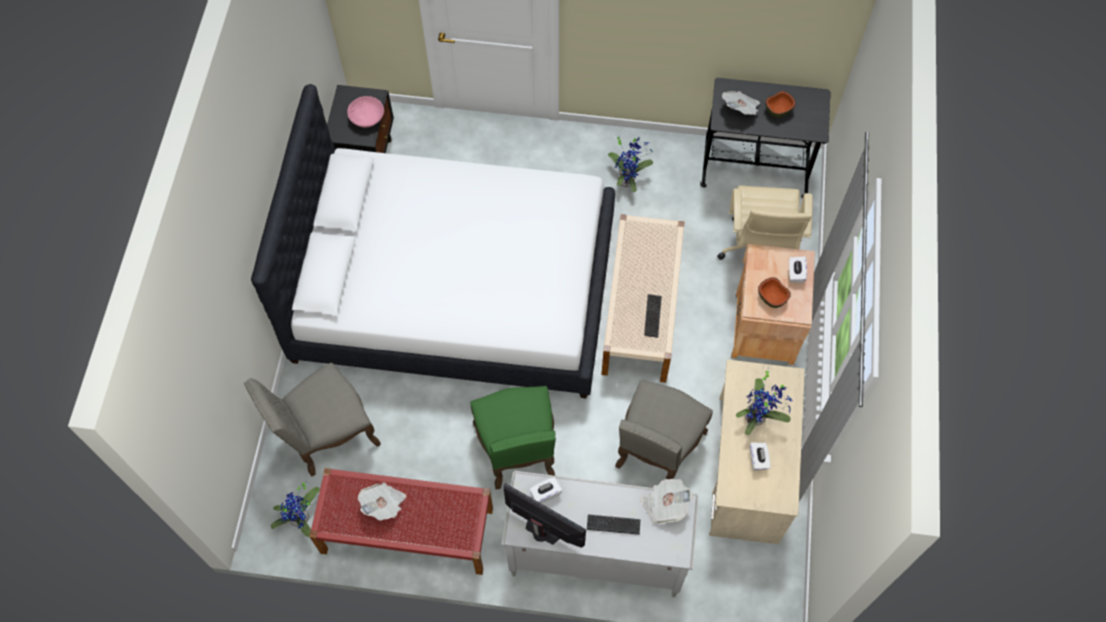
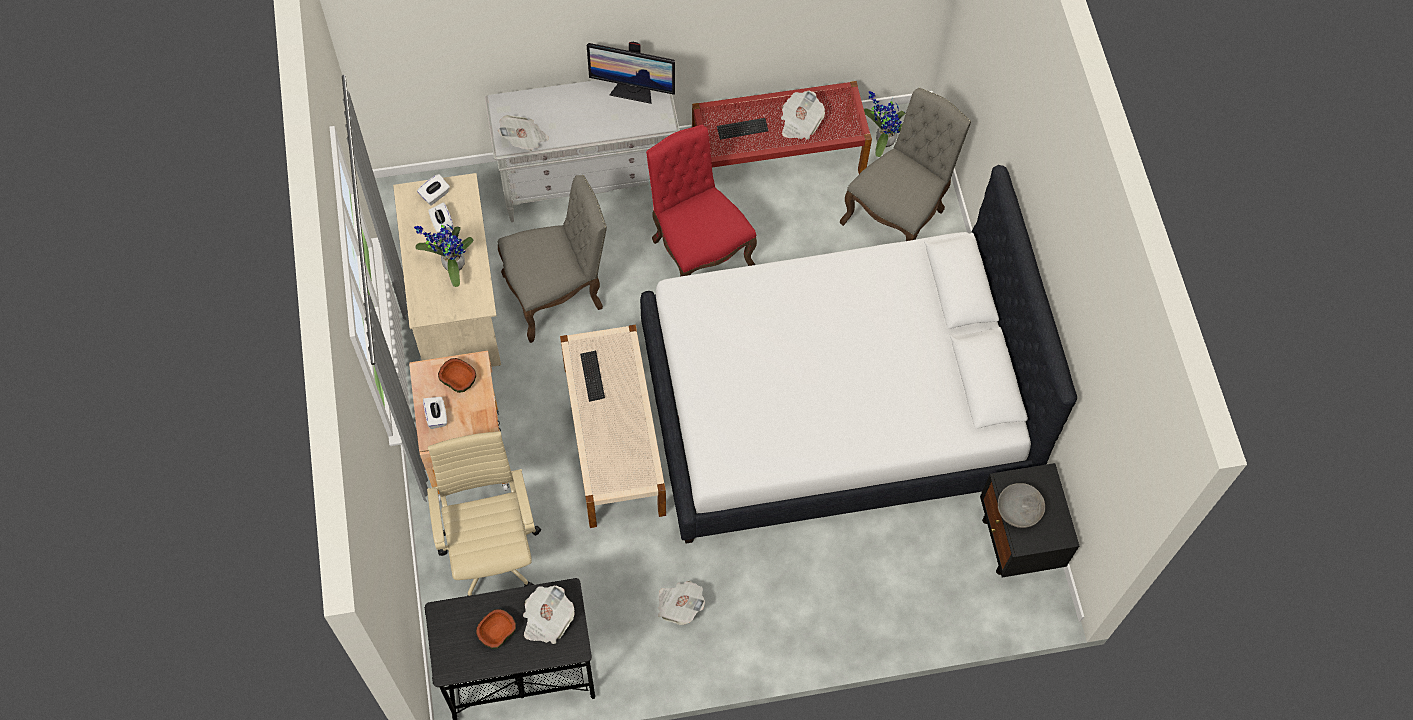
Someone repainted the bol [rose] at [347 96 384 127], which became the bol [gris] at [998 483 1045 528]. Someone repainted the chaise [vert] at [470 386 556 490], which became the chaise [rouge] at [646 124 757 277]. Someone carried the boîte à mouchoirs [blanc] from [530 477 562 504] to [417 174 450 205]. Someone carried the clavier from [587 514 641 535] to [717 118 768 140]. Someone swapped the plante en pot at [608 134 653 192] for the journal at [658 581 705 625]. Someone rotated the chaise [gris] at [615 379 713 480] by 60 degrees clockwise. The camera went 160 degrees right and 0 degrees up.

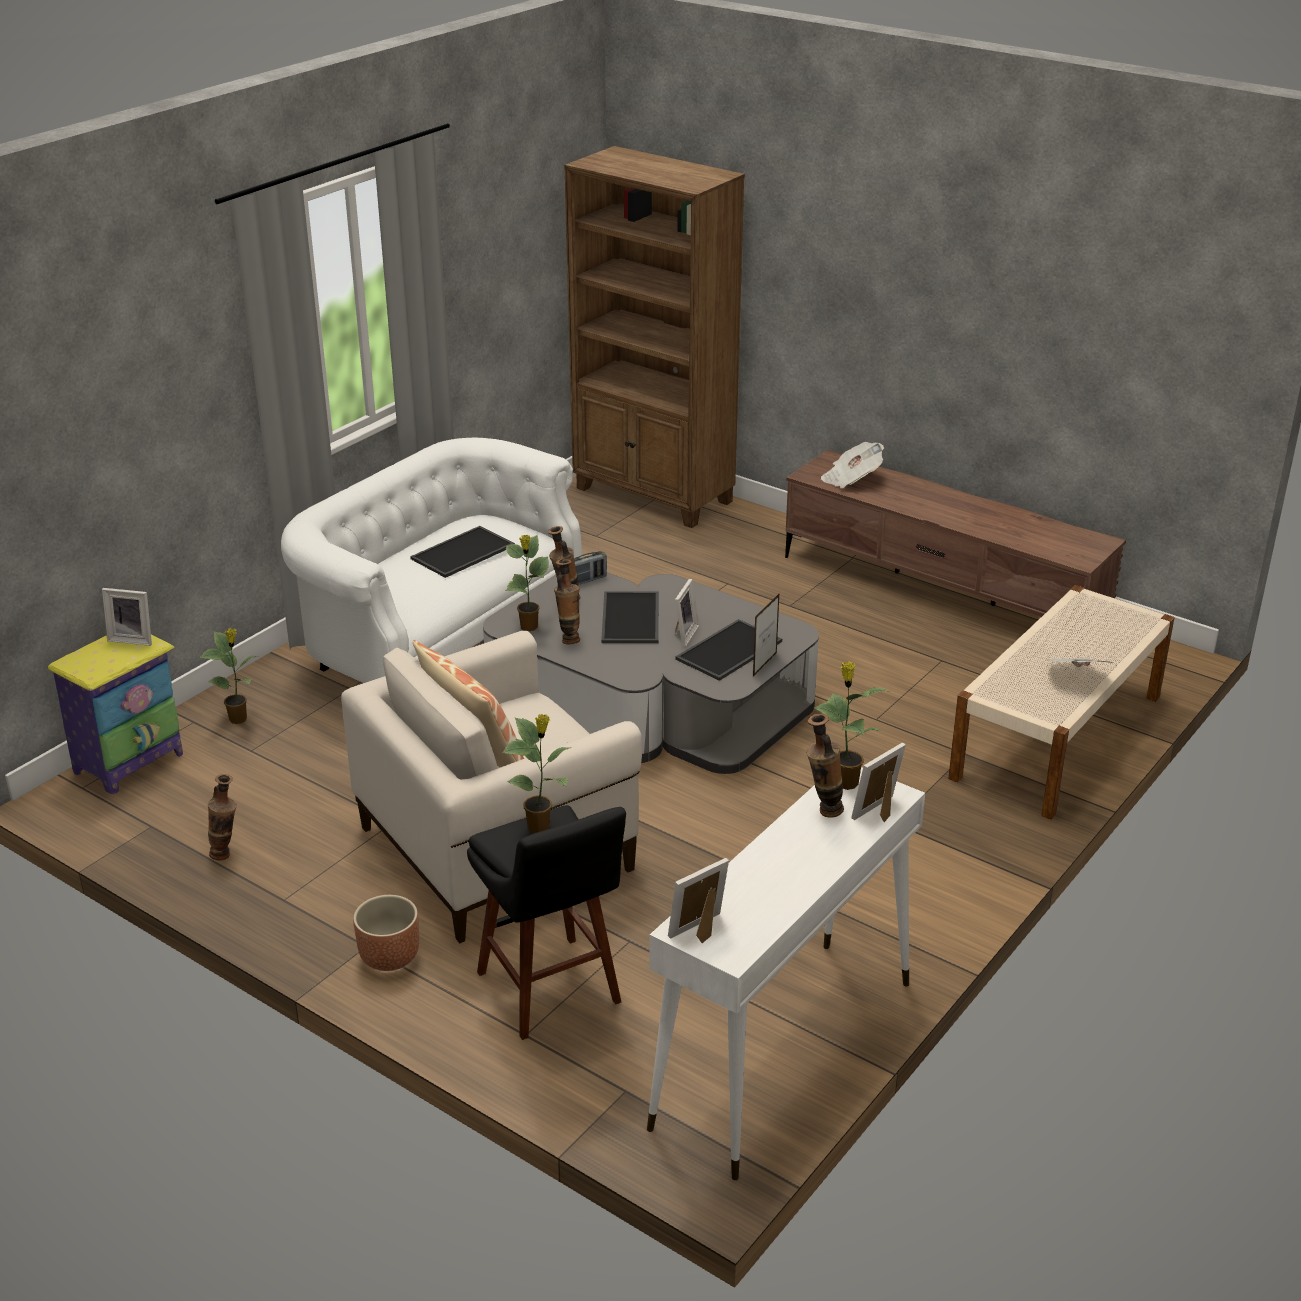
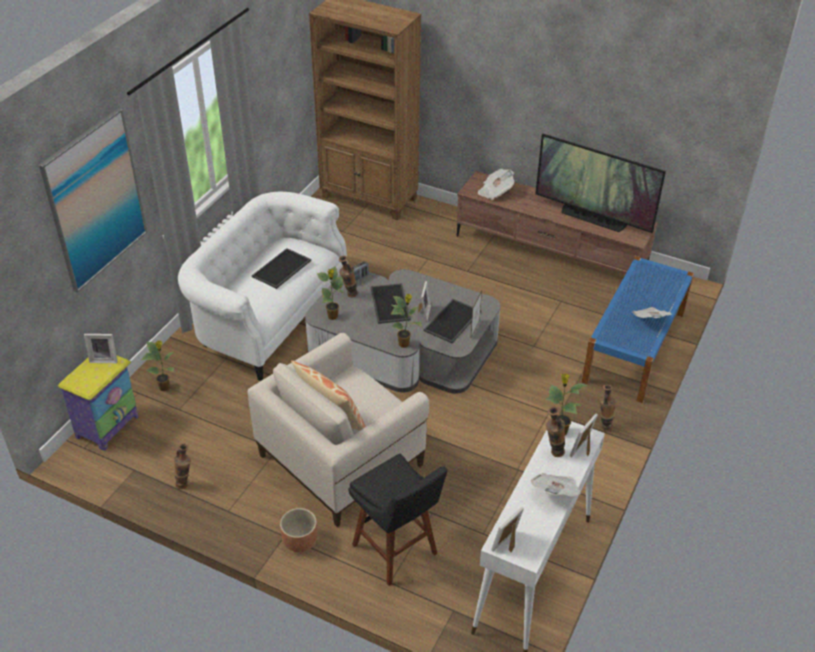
Someone carried the plante en pot from [502 714 572 833] to [390 294 422 348]. Someone carried the vase from [554 559 580 644] to [600 385 616 431]. Someone repainted the banc [beige] at [948 585 1175 820], which became the banc [bleu] at [582 256 694 403]. Someone put up the tableau at [39 108 147 293]. Someone put down the journal at [531 473 581 497]. Someone put down the téléviseur at [535 134 666 233]. The camera went 10 degrees left and 10 degrees up.

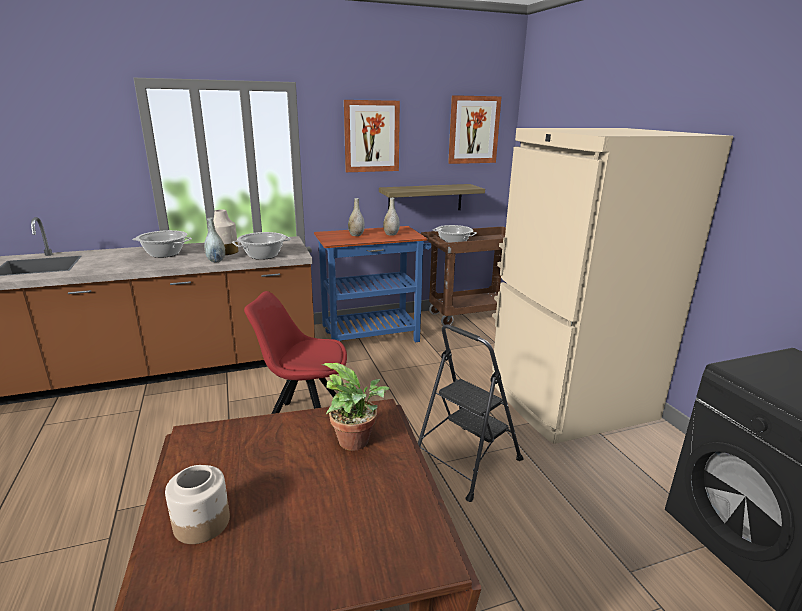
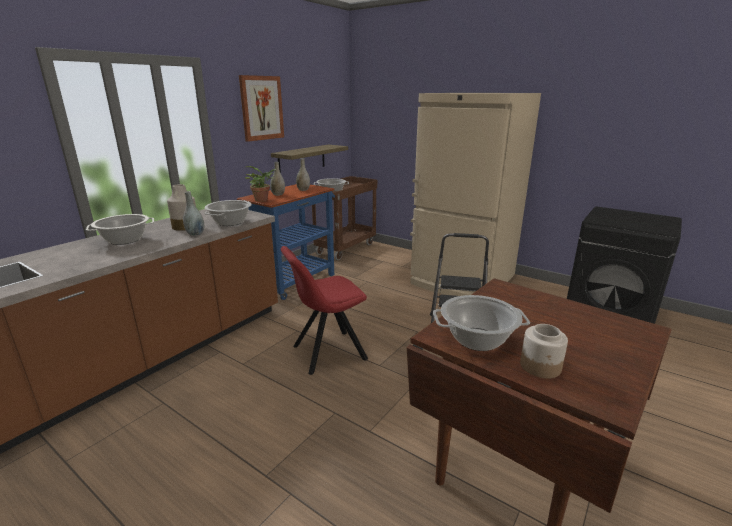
Someone carried the plante en pot from [323 363 390 451] to [245 166 276 202]. Someone took away the tableau at [448 95 502 164]. Someone put down the marmite at [433 295 530 351]. The camera went 35 degrees left and 0 degrees up.

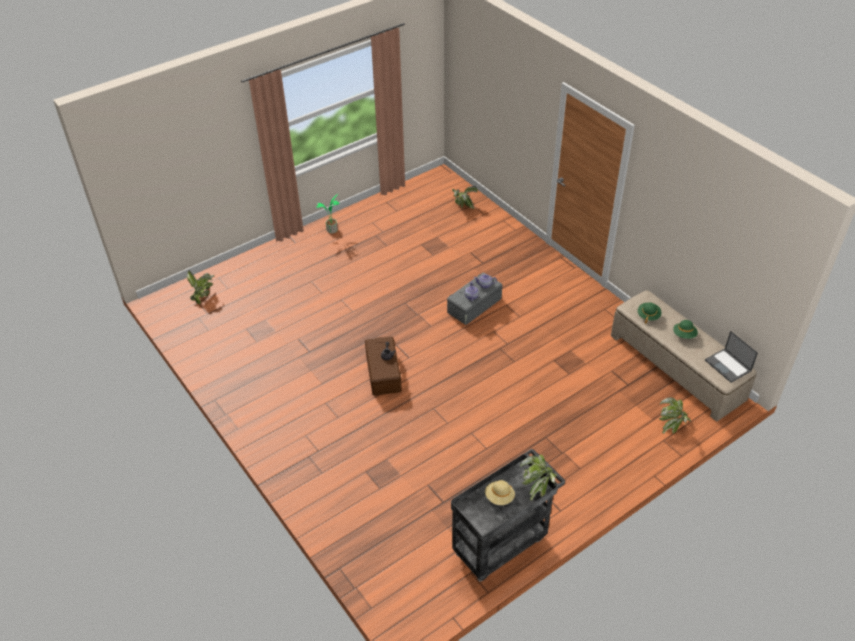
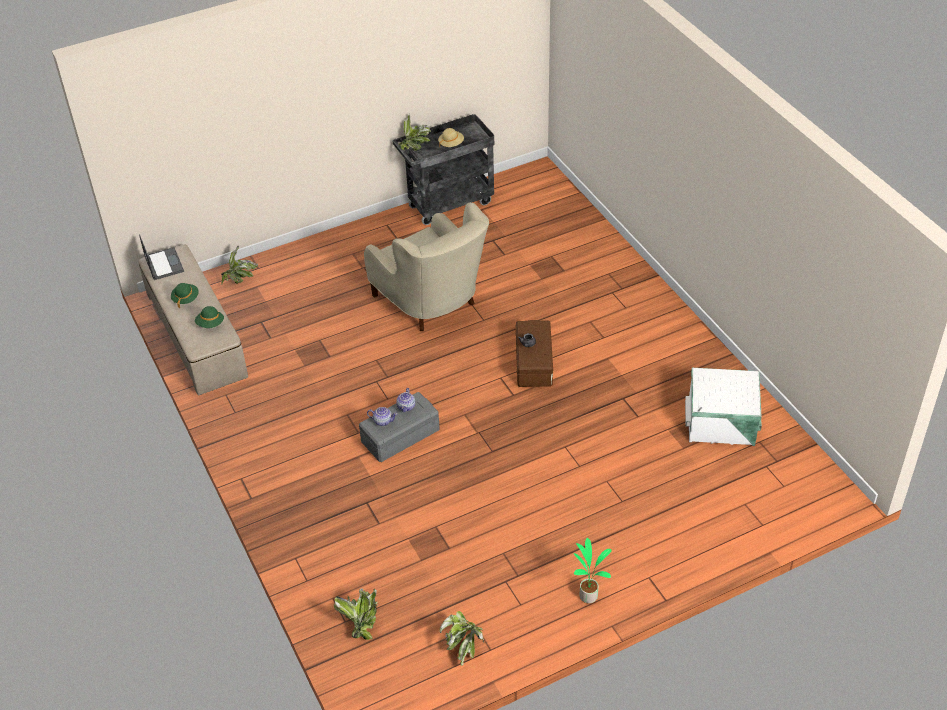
Someone carried the plante en pot from [187 270 215 304] to [440 611 484 666]. Someone put down the fauteuil [beige] at [364 202 489 331]. Someone put down the boîte de rangement [blanc] at [685 368 762 446]. The camera went 170 degrees left and 0 degrees up.

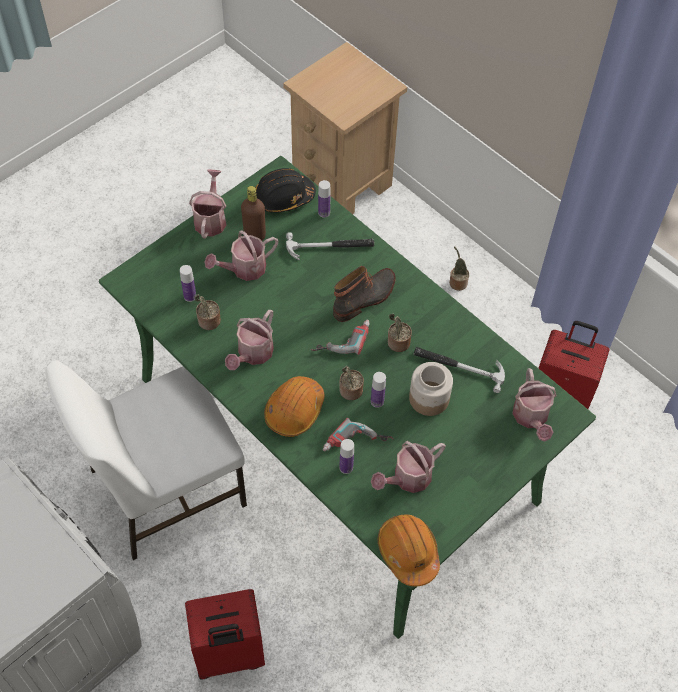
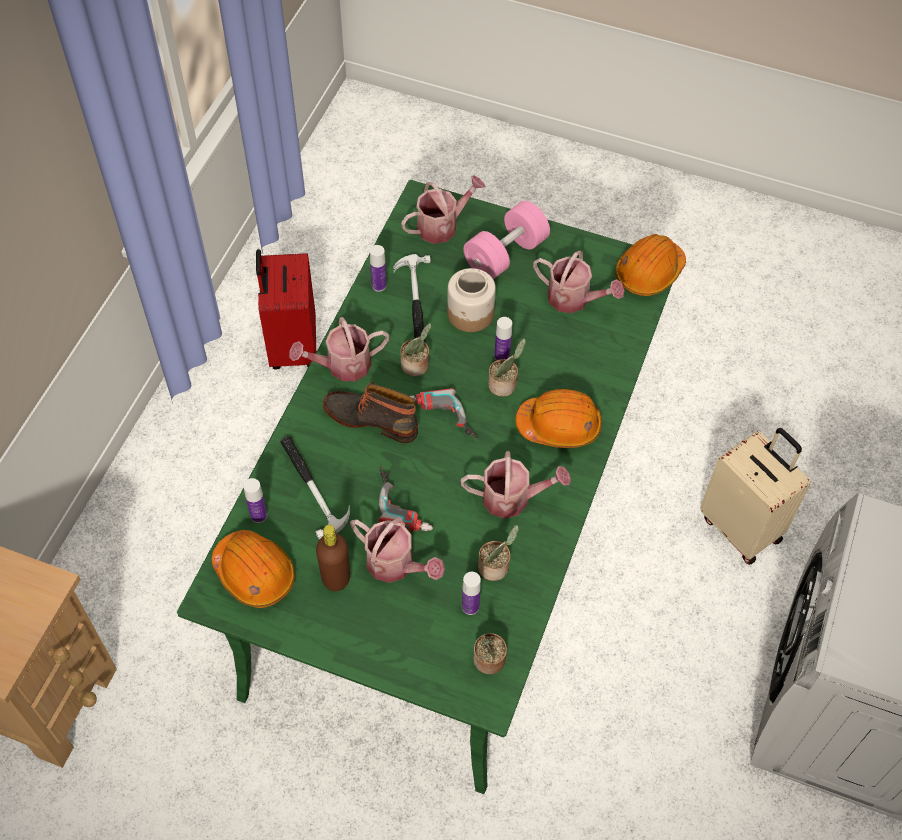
Someone took away the chaise [blanc] at [45 360 247 560]. Someone repainted the valise [rouge] at [185 589 265 679], which became the valise [beige] at [700 428 810 565]. Someone carried the arrosoir from [189 170 226 239] to [289 317 389 381]. Someone repainted the casque de chantier [noir] at [255 168 316 213], which became the casque de chantier [orange] at [212 530 295 608]. Someone carried the perceuse from [323 418 394 451] to [378 466 433 531]. Someone carried the bouteille from [339 439 354 474] to [370 245 387 292]. Someone carried the plante en pot from [450 246 469 291] to [474 633 507 674]. Someone put down the haltère [rose] at [464 201 550 279]. The camera went 115 degrees left and 0 degrees up.

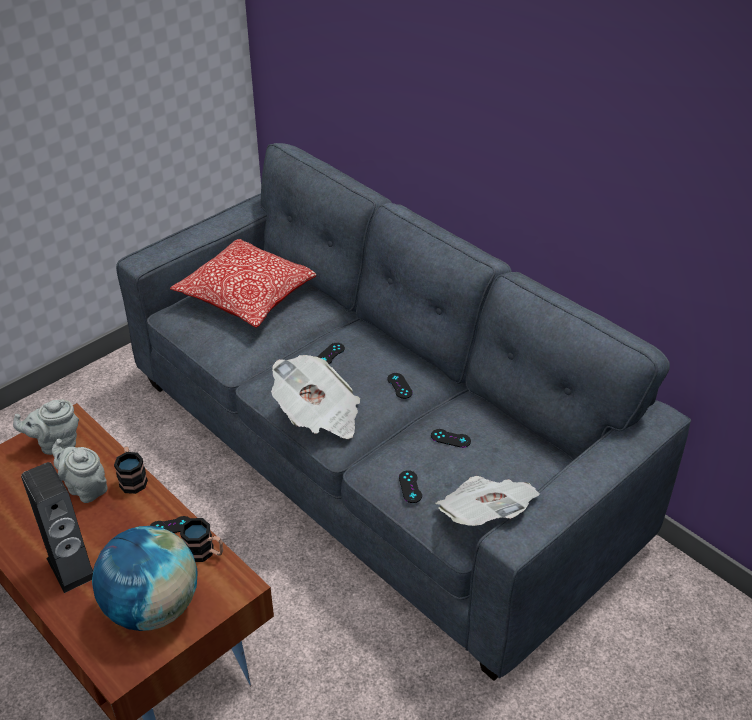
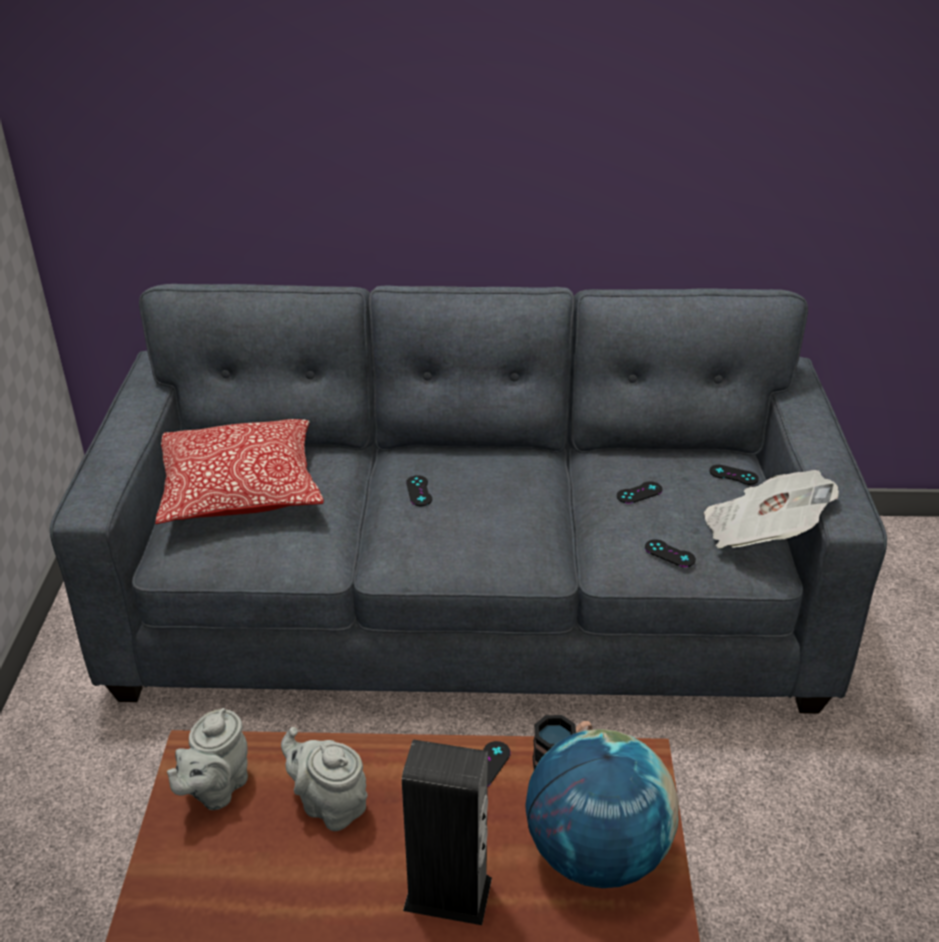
Someone rotated the théière [gris] at [52 439 107 503] by 45 degrees clockwise. Someone took away the mug at [114 446 148 494]. Someone took away the journal at [271 355 360 439]. Someone carried the manette [noir] from [387 373 413 399] to [709 465 759 485]. The camera went 45 degrees left and 5 degrees down.

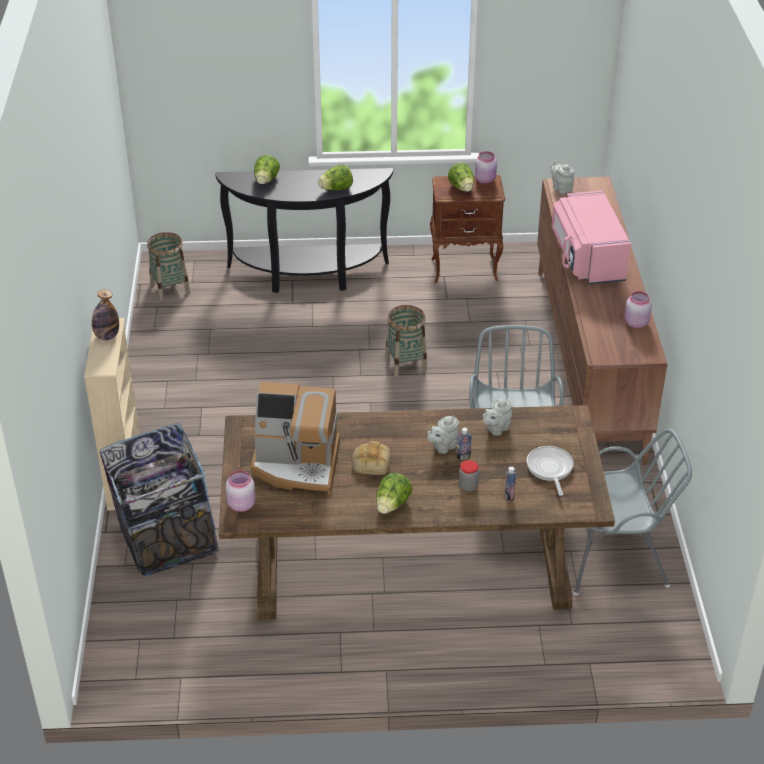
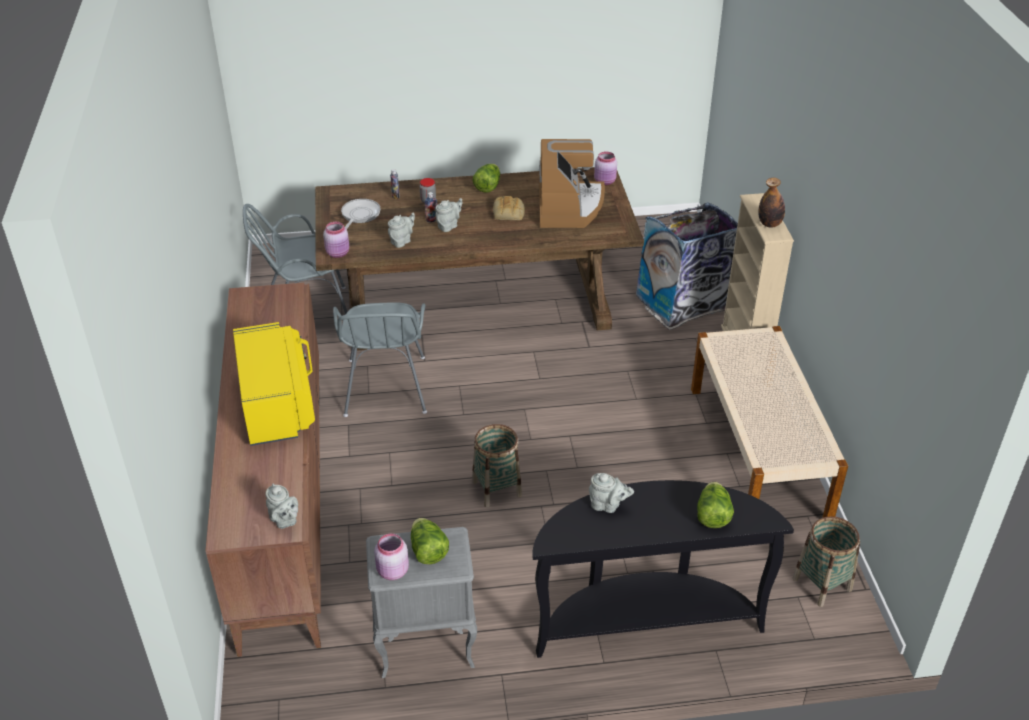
Someone rotated the machine à café at [251 382 340 495] by 90 degrees clockwise. Someone swapped the laitue at [318 165 353 190] for the théière [gris] at [589 473 634 513]. Someone repainted the table de chevet [marron] at [430 175 505 283], which became the table de chevet [gris] at [366 527 477 678]. Someone rotated the poêle at [527 446 574 496] by 150 degrees counterclockwise. Someone repainted the micro-ondes [rose] at [552 190 631 284], which became the micro-ondes [jaune] at [233 322 315 446]. Someone carried the bocal [rose] from [624 291 652 328] to [323 222 349 258]. Someone put down the banc [beige] at [691 326 848 518]. The camera went 175 degrees right and 0 degrees up.

